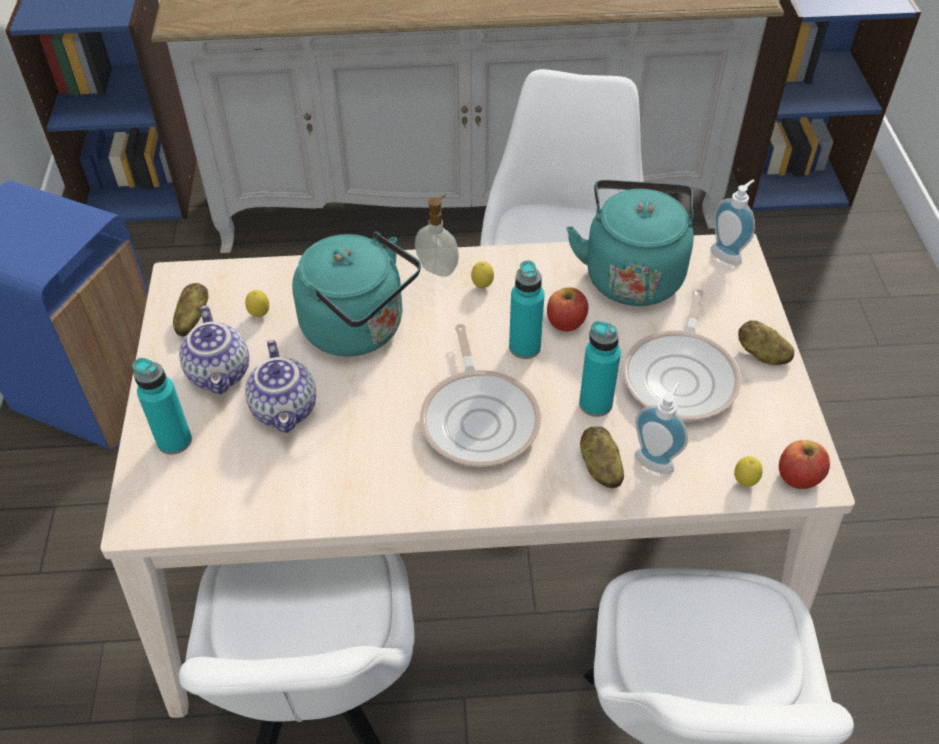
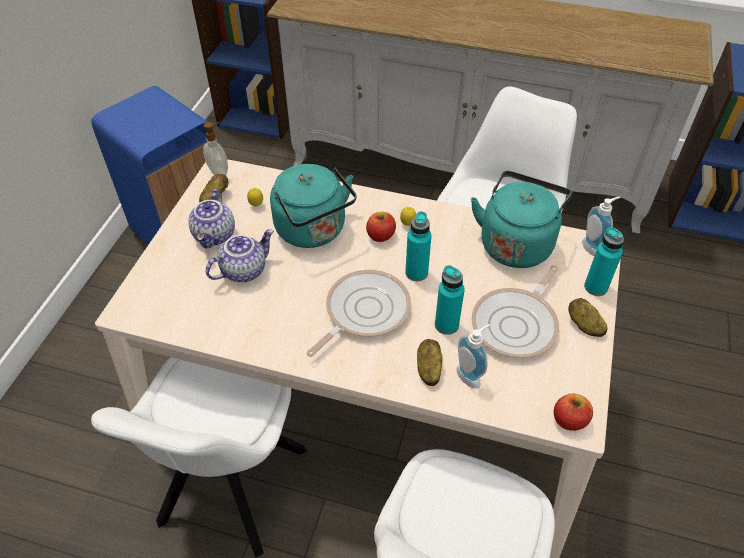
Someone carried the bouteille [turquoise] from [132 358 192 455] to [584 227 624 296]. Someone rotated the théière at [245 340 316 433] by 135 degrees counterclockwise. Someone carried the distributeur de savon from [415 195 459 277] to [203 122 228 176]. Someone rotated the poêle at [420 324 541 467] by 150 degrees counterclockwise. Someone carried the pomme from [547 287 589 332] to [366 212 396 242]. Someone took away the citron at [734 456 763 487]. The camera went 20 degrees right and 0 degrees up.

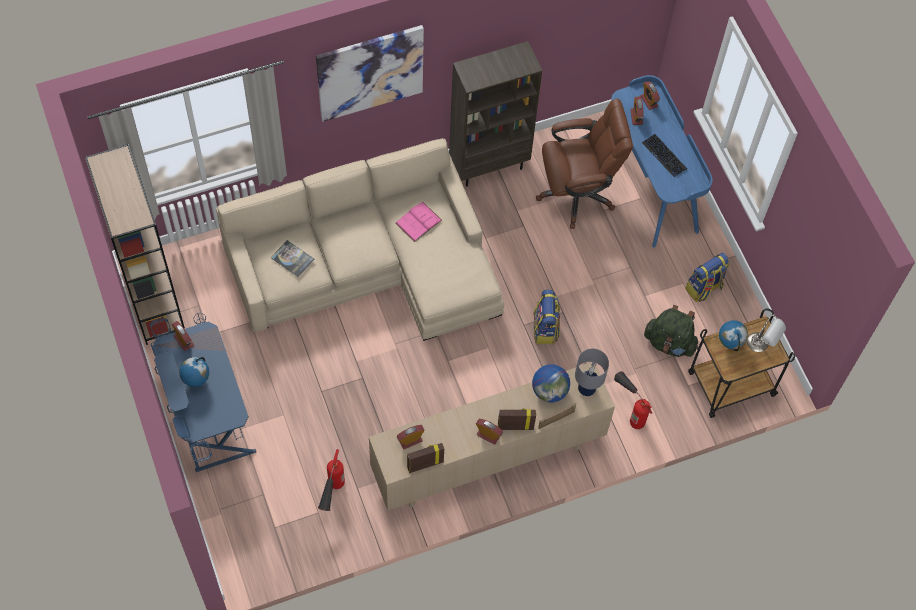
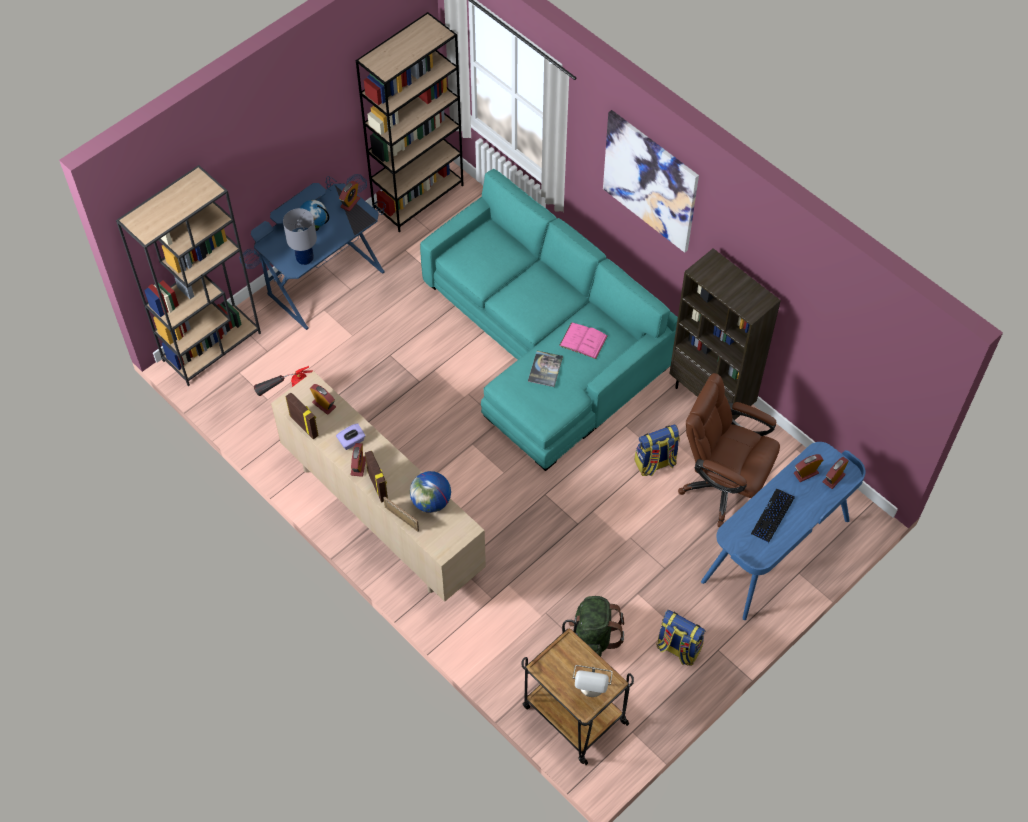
Someone repainted the canapé [beige] at [216 138 504 341], which became the canapé [turquoise] at [420 169 678 471]. Someone carried the livre from [271 240 314 277] to [528 351 563 387]. Someone carried the sac à dos from [534 289 560 344] to [635 424 680 476]. Someone rotated the chaise de bureau [marron] at [536 99 633 229] by 150 degrees clockwise. Someone carried the lampe de table [gris] from [575 348 609 396] to [283 208 317 265]. Someone took away the extincteur at [614 371 652 429]. Someone took away the globe at [719 320 748 351]. Someone put down the bibliothèque at [116 165 261 386]. Someone put down the boîte à mouchoirs [violet] at [336 423 365 450]. The camera went 70 degrees right and 5 degrees down.

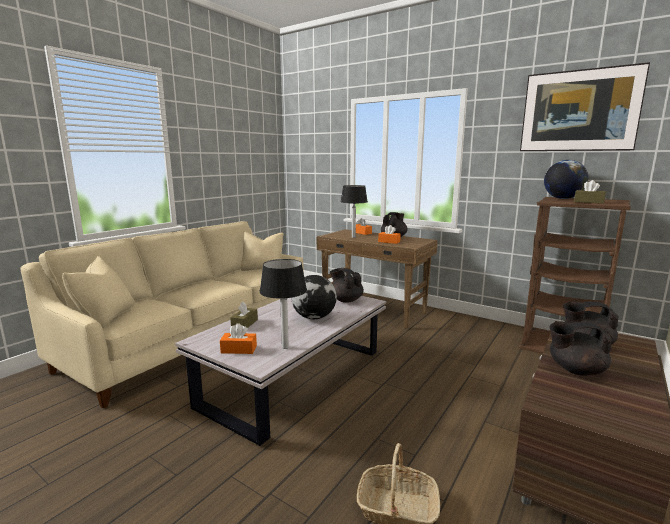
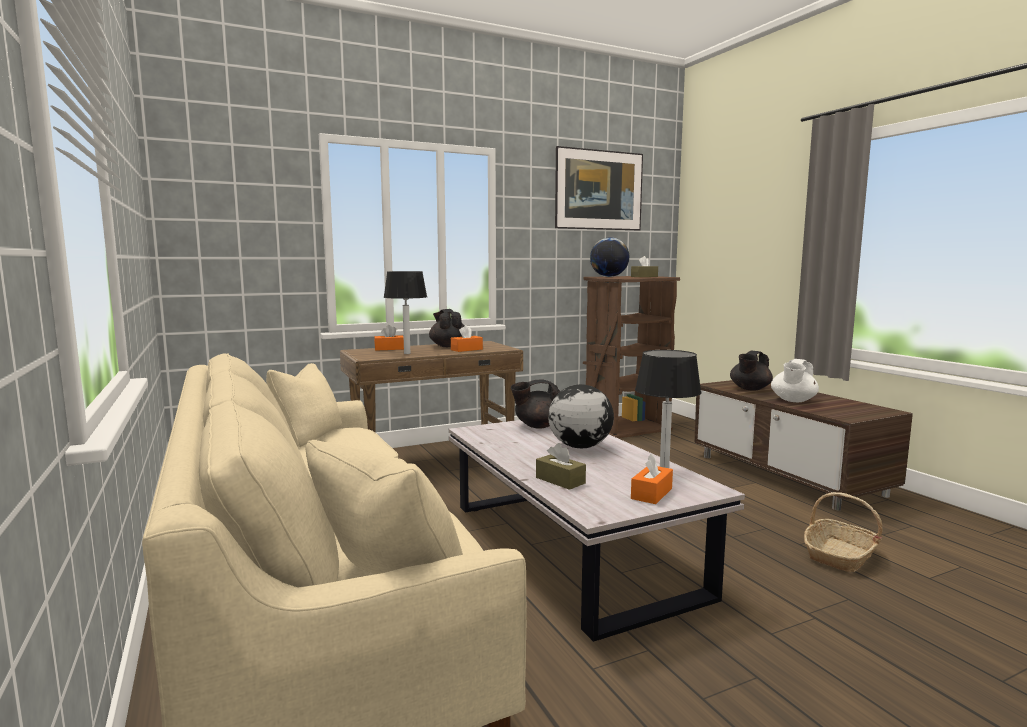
Someone repainted the théière [noir] at [549 321 612 376], which became the théière [blanc] at [771 359 819 402]. The camera went 60 degrees left and 5 degrees down.

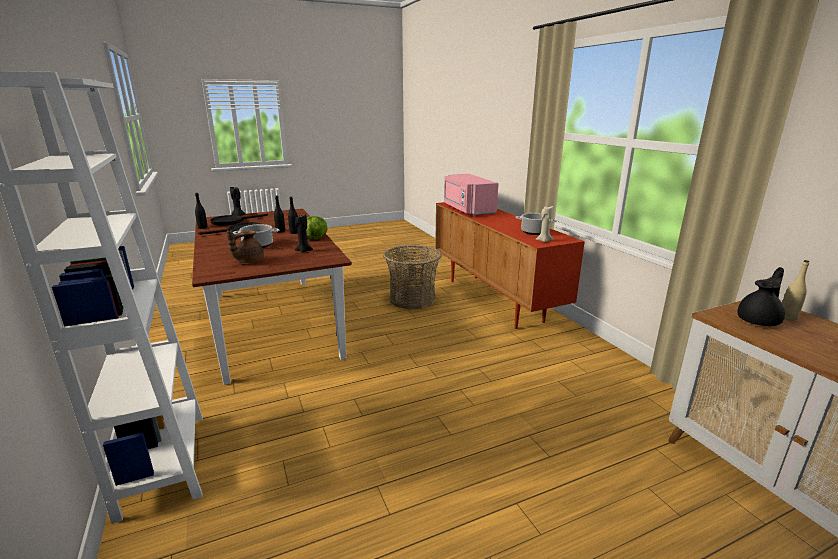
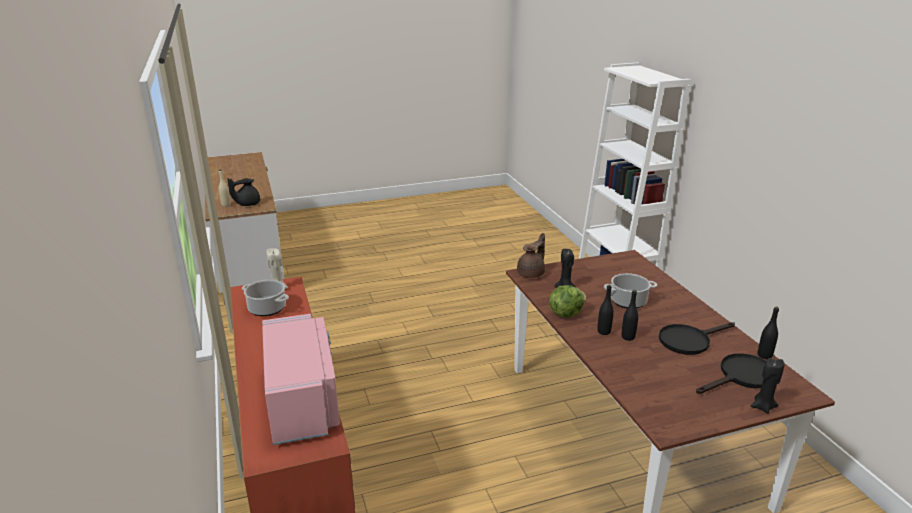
Someone carried the théière [marron] from [227 230 264 263] to [517 233 545 278]. Someone took away the panier at [383 245 442 309]. The camera went 175 degrees left and 5 degrees up.

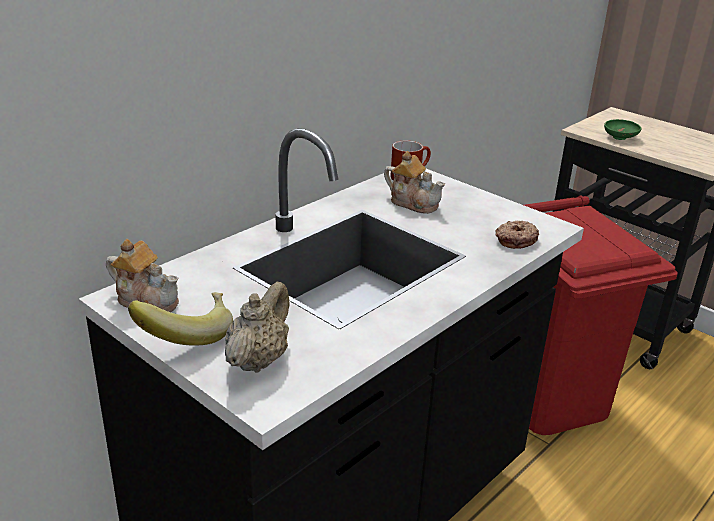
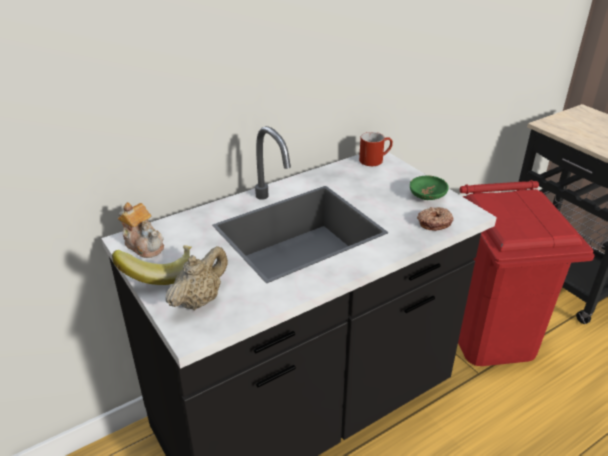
Someone took away the théière at [384 151 445 214]. Someone carried the bol [vert] from [604 119 642 140] to [410 176 449 200]. The camera went 15 degrees right and 5 degrees up.

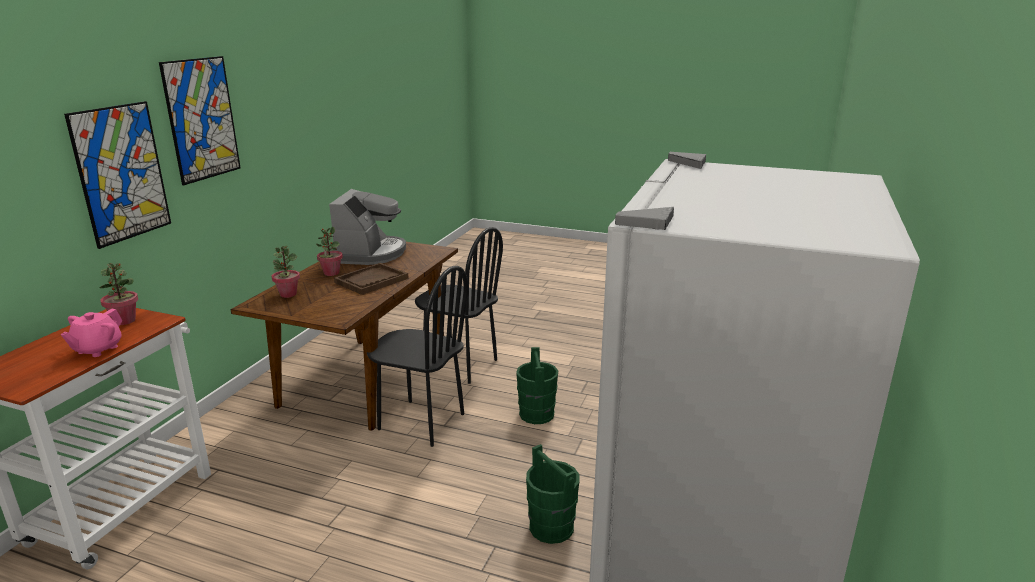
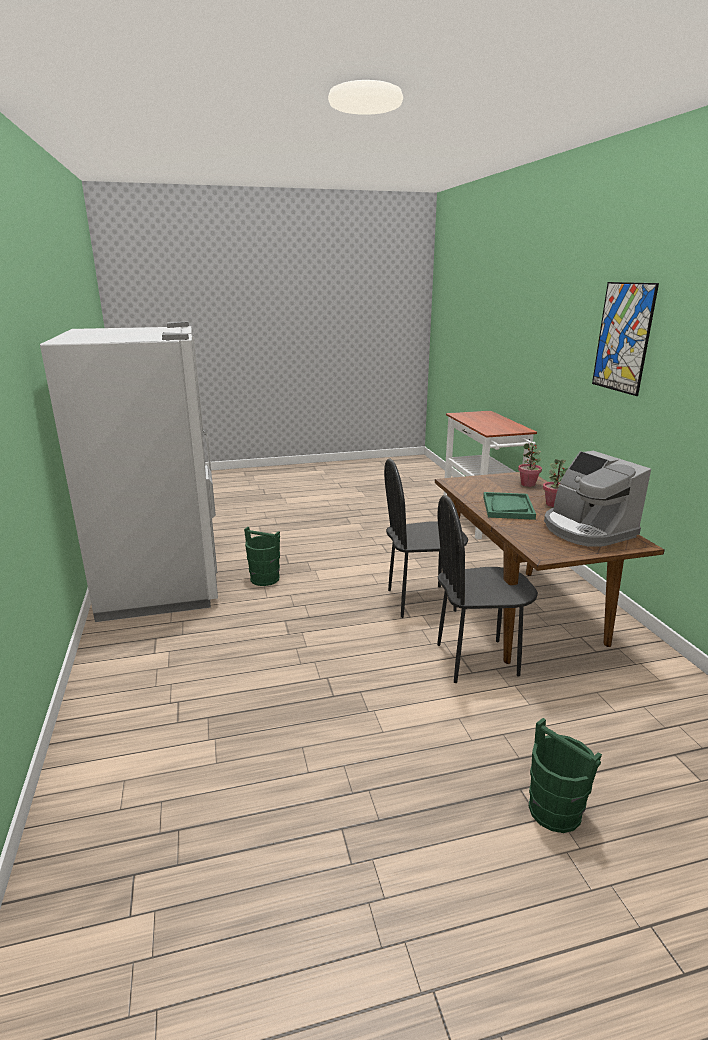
Someone took away the théière [rose] at [60 309 123 357]. Someone took away the tableau at [64 101 171 249]. Someone took away the plante en pot at [99 263 138 325]. Someone repainted the plateau [marron] at [334 263 409 295], which became the plateau [vert] at [483 492 536 520]. Someone carried the seau [vert] from [516 347 558 424] to [529 718 602 833]. The camera went 145 degrees right and 0 degrees up.

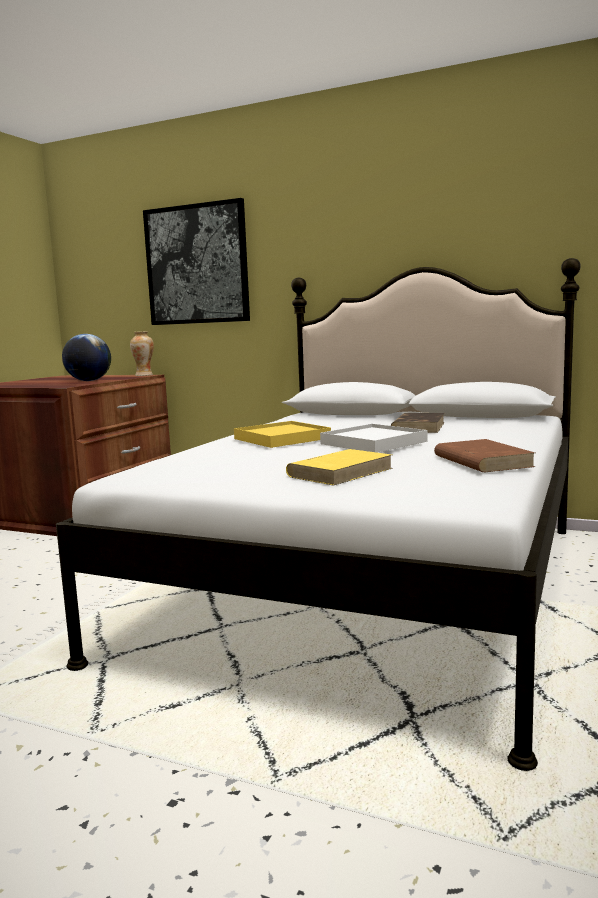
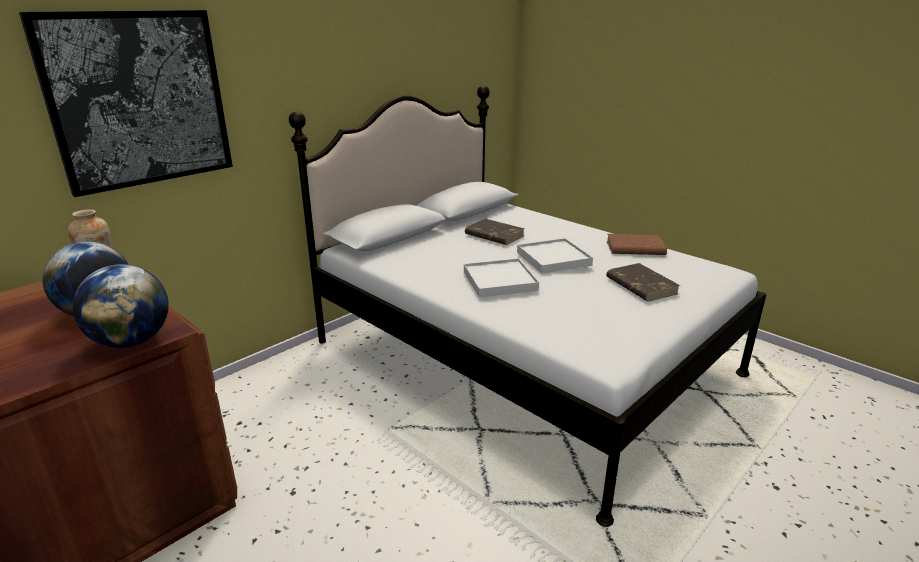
Someone repainted the plateau [jaune] at [234 421 331 448], which became the plateau [blanc] at [464 258 539 298]. Someone repainted the livre [jaune] at [286 449 393 486], which became the livre [marron] at [606 263 680 302]. Someone put down the globe at [73 264 169 348]. The camera went 70 degrees left and 15 degrees up.

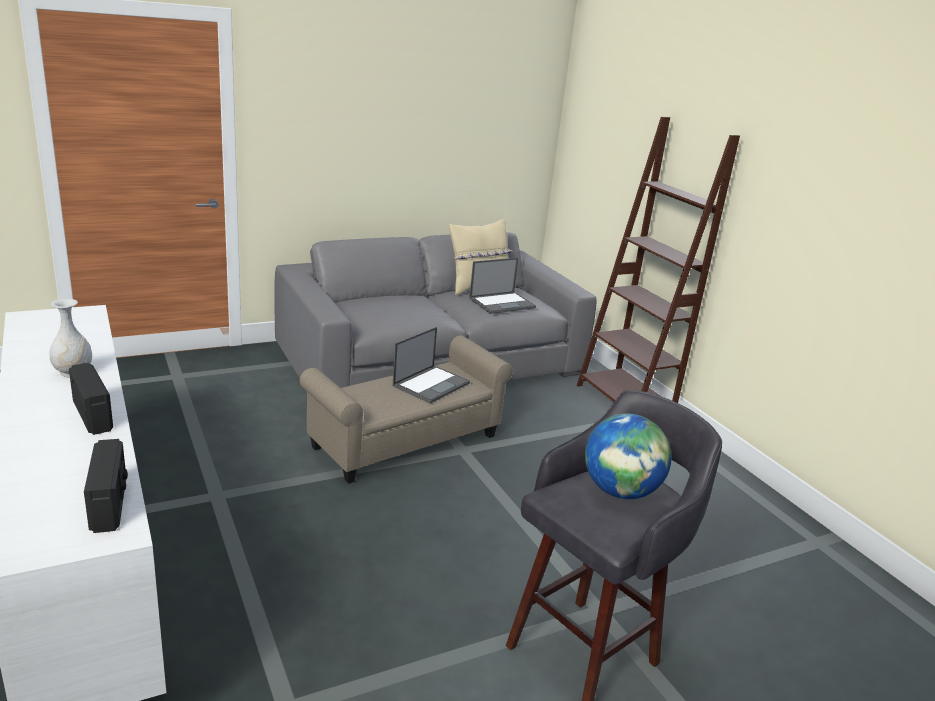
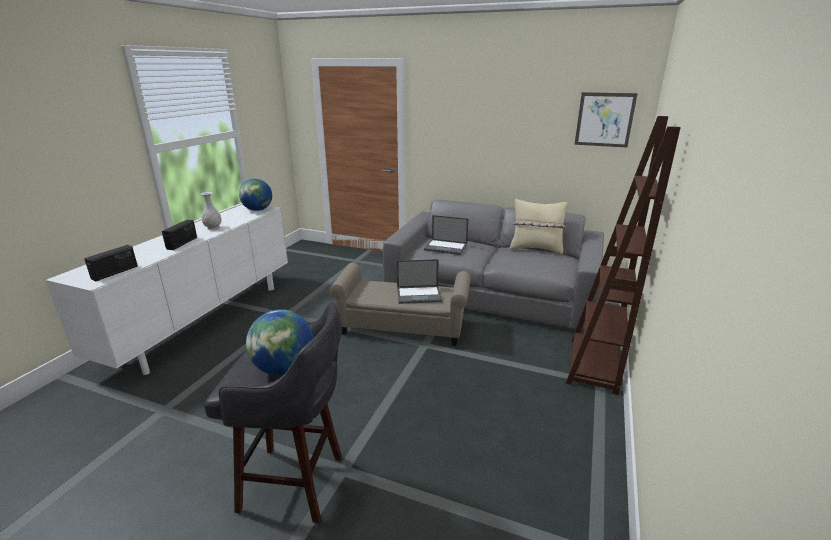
Someone carried the ordinateur portable from [469 258 536 314] to [424 215 469 255]. Someone put down the globe at [239 179 272 211]. Someone put up the tableau at [574 92 638 148]. The camera went 50 degrees right and 0 degrees up.

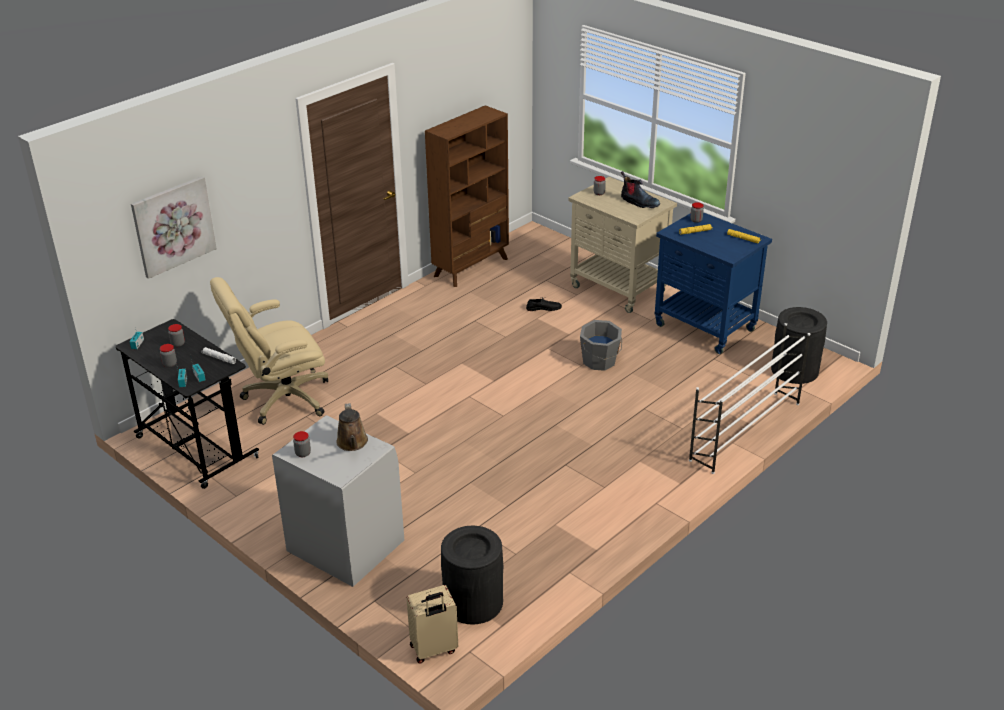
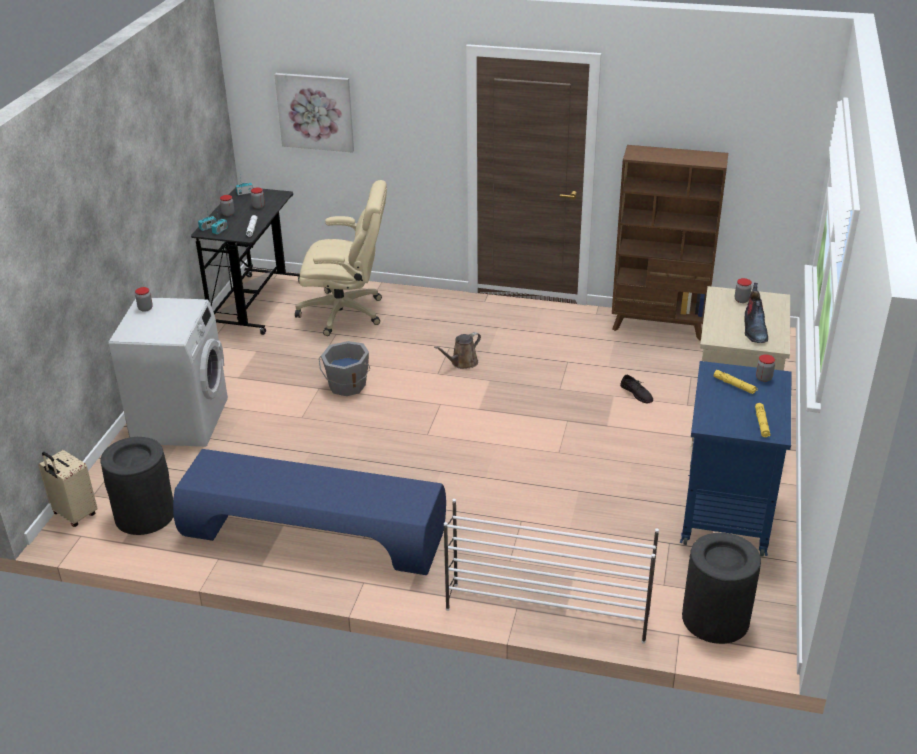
Someone rotated the chaise de bureau [beige] at [210 277 328 425] by 150 degrees clockwise. Someone carried the arrosoir [marron] from [336 403 368 451] to [434 332 481 369]. Someone carried the seau [gris] from [580 320 622 371] to [319 341 370 396]. Someone put down the banc [bleu] at [173 449 446 575]. The camera went 60 degrees right and 0 degrees up.

